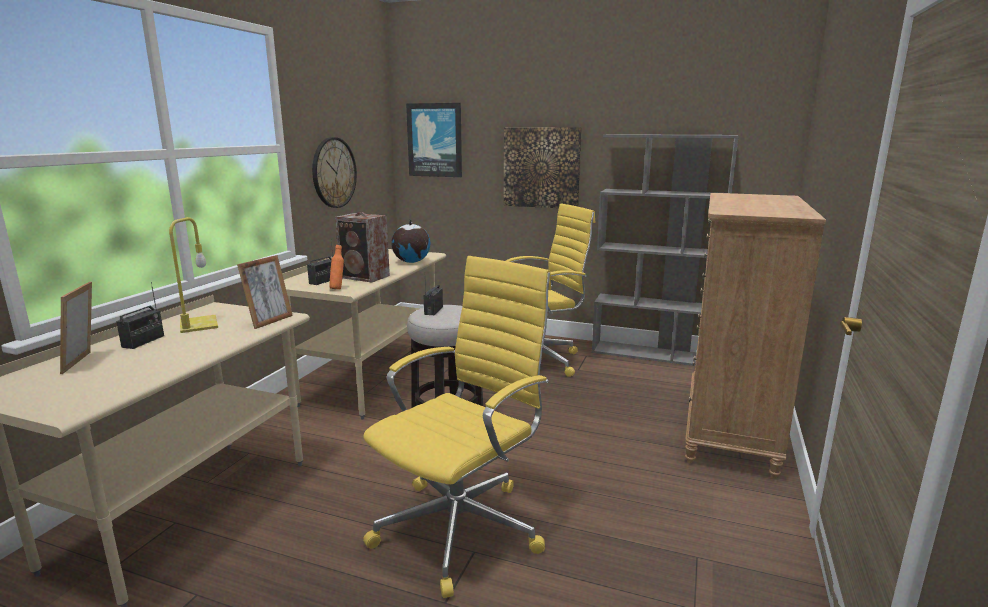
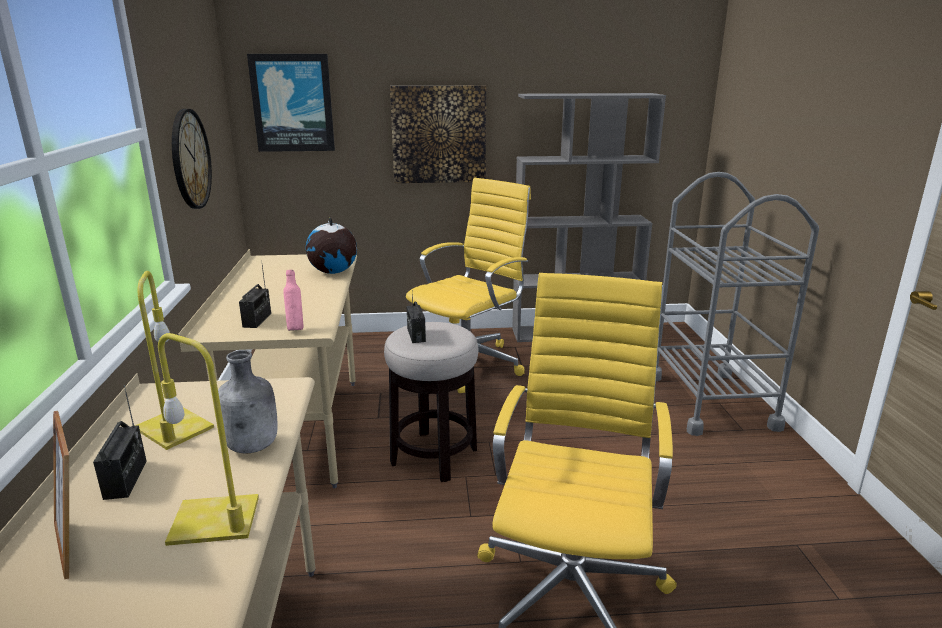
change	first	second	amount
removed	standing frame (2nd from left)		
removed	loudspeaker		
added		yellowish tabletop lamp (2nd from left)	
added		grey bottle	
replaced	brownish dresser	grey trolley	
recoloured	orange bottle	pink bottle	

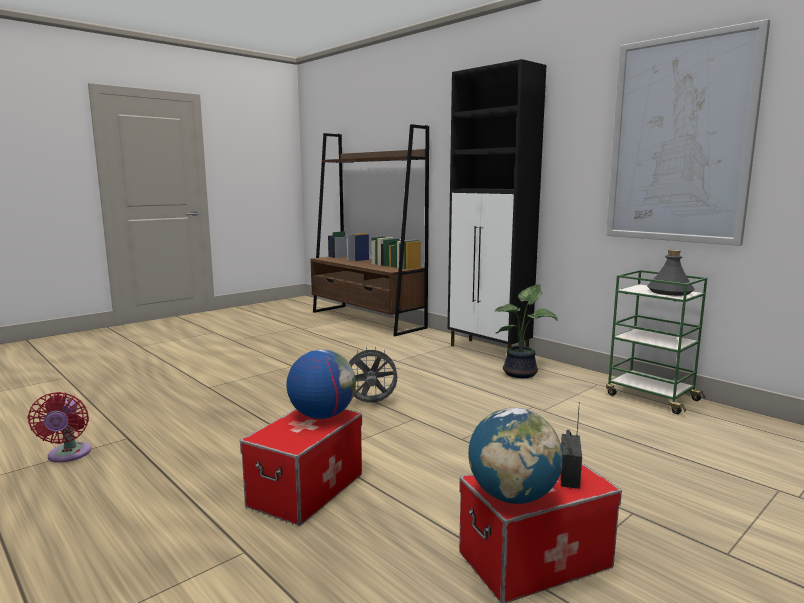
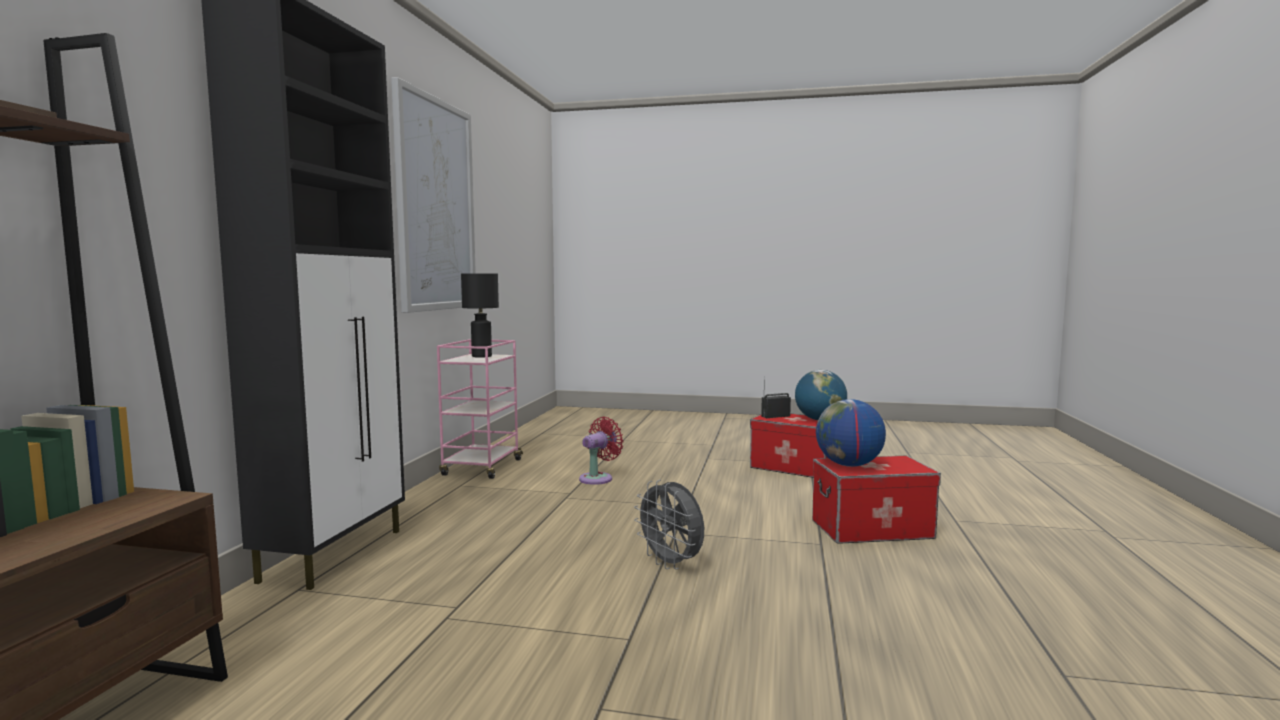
change	first	second	amount
removed	potted plant		
moved	red electric fan		
replaced	grey bottle	black-coloured tabletop lamp	
recoloured	green-coloured trolley	pink trolley	

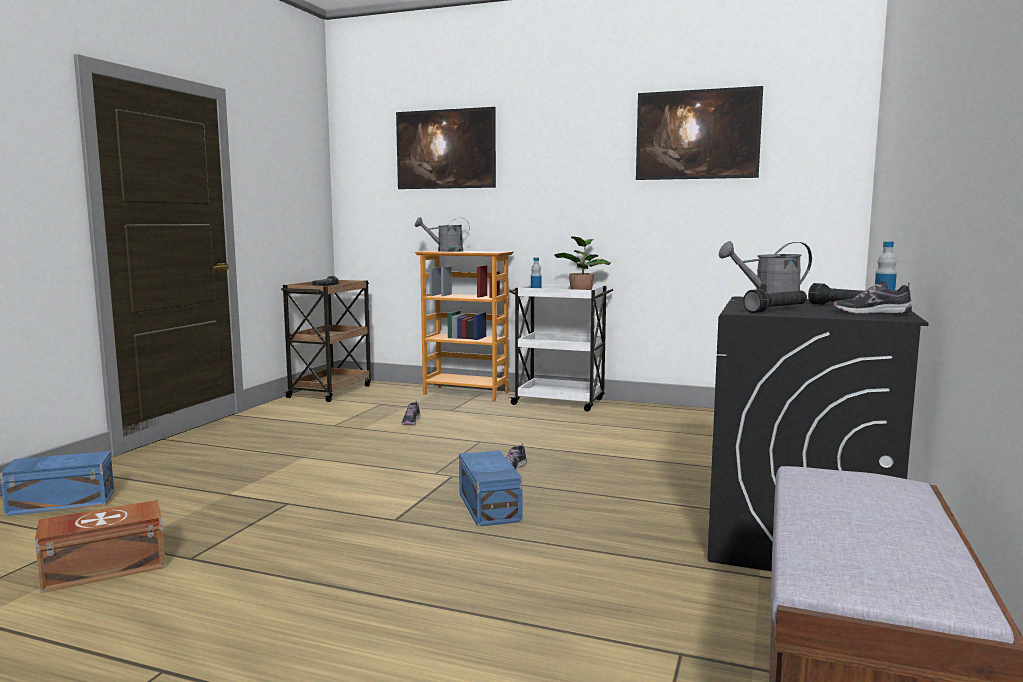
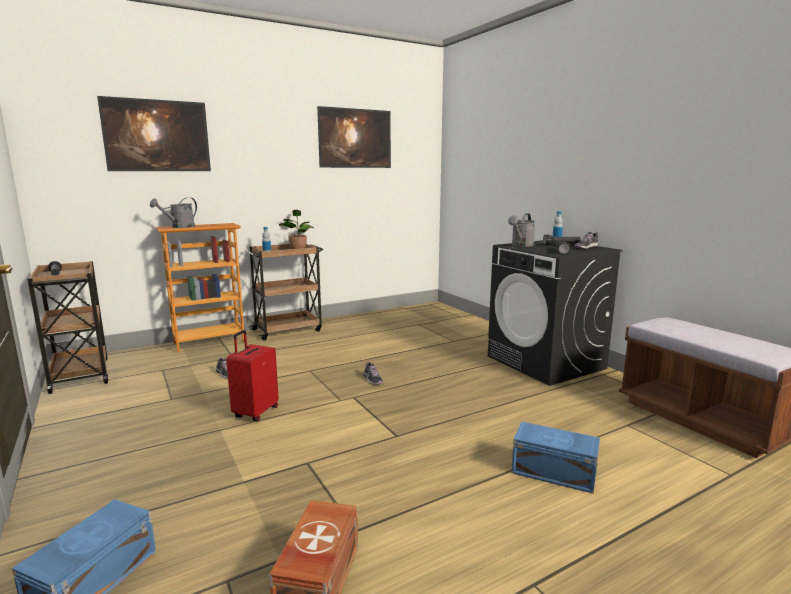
change	first	second	amount
added		red travel case	
moved	blue storage container (2nd from left)		
recoloured	white-coloured trolley	brownish trolley (2nd from left)	

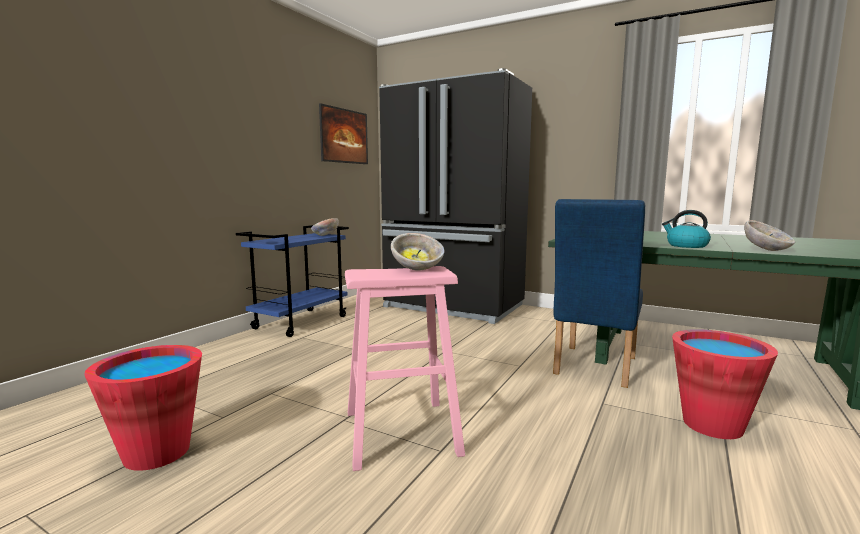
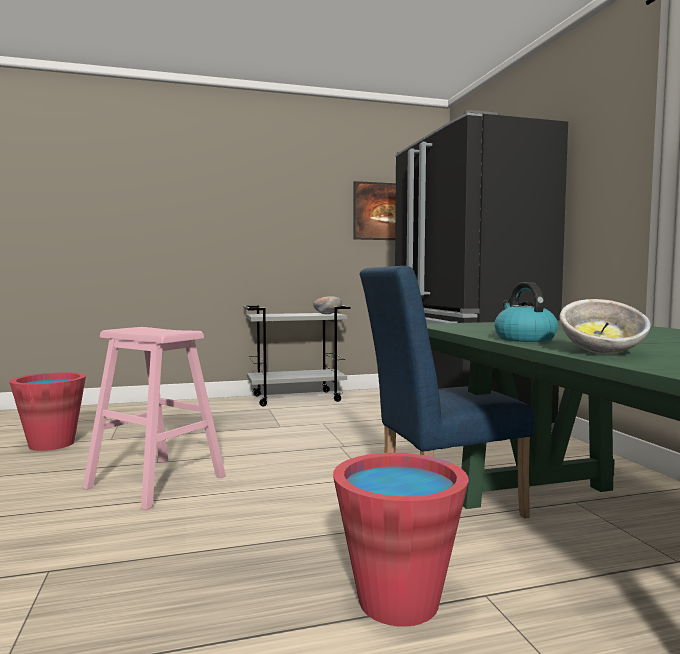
change	first	second	amount
removed	serving bowl (2nd from left)		
recoloured	blue trolley	grey trolley	

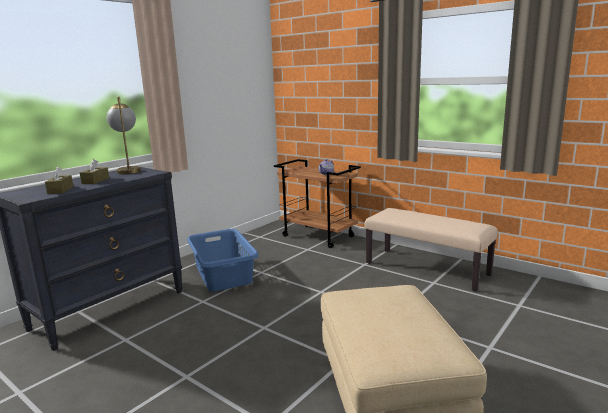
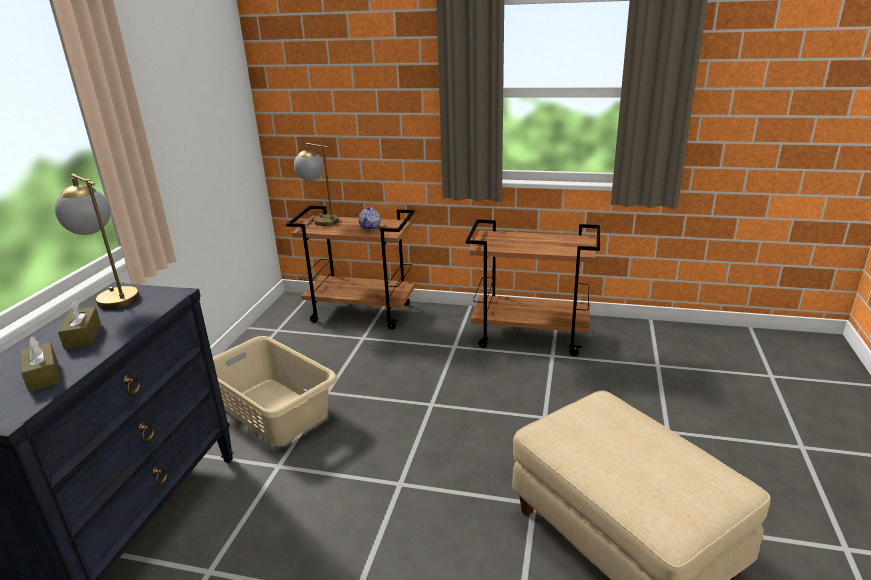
change	first	second	amount
added		tabletop lamp (2nd from left)	
replaced	sand-coloured bench	brownish trolley (2nd from left)	
recoloured	blue laundry basket	sand-coloured laundry basket	

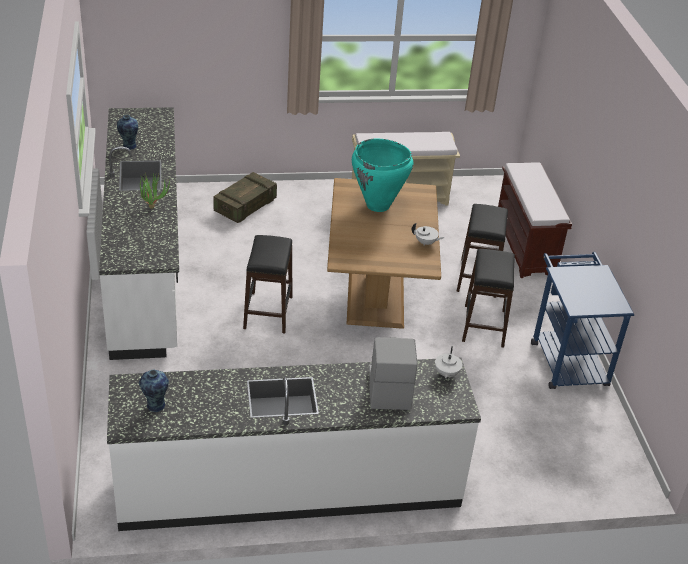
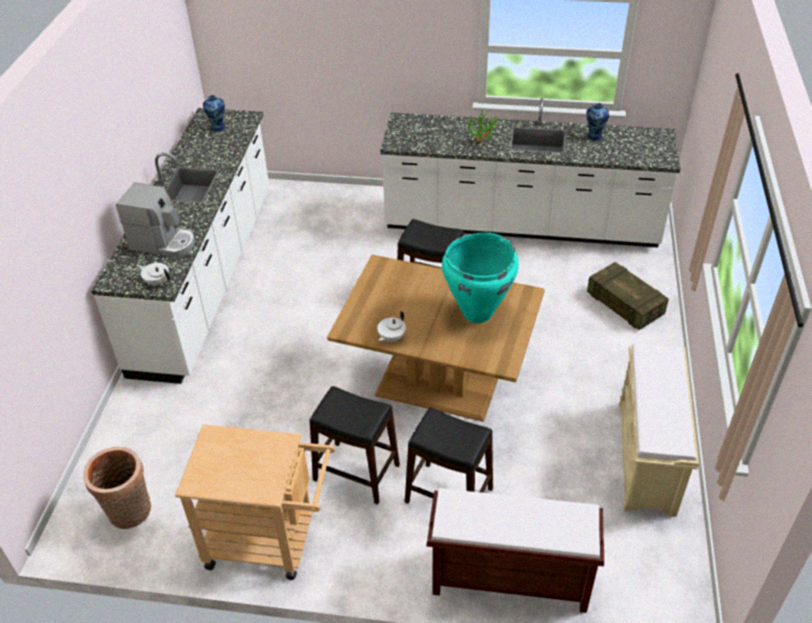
change	first	second	amount
added		storage basket	
recoloured	blue trolley	sand-coloured trolley	

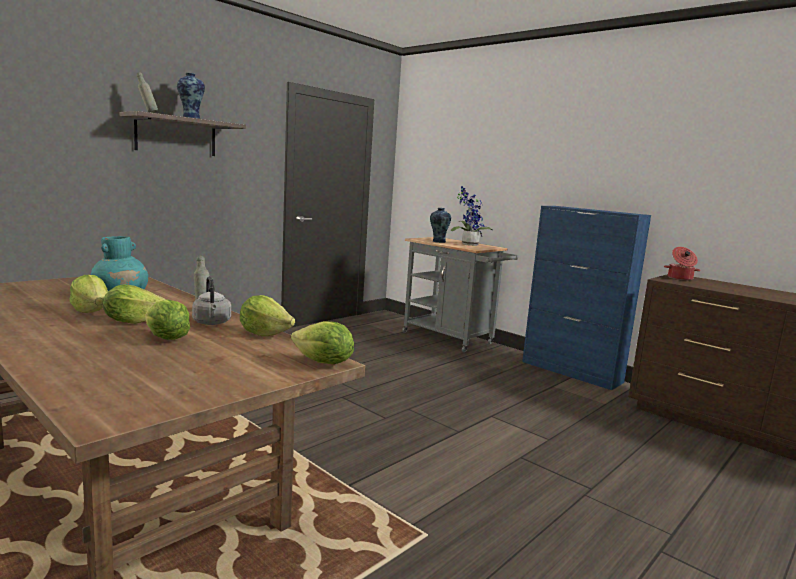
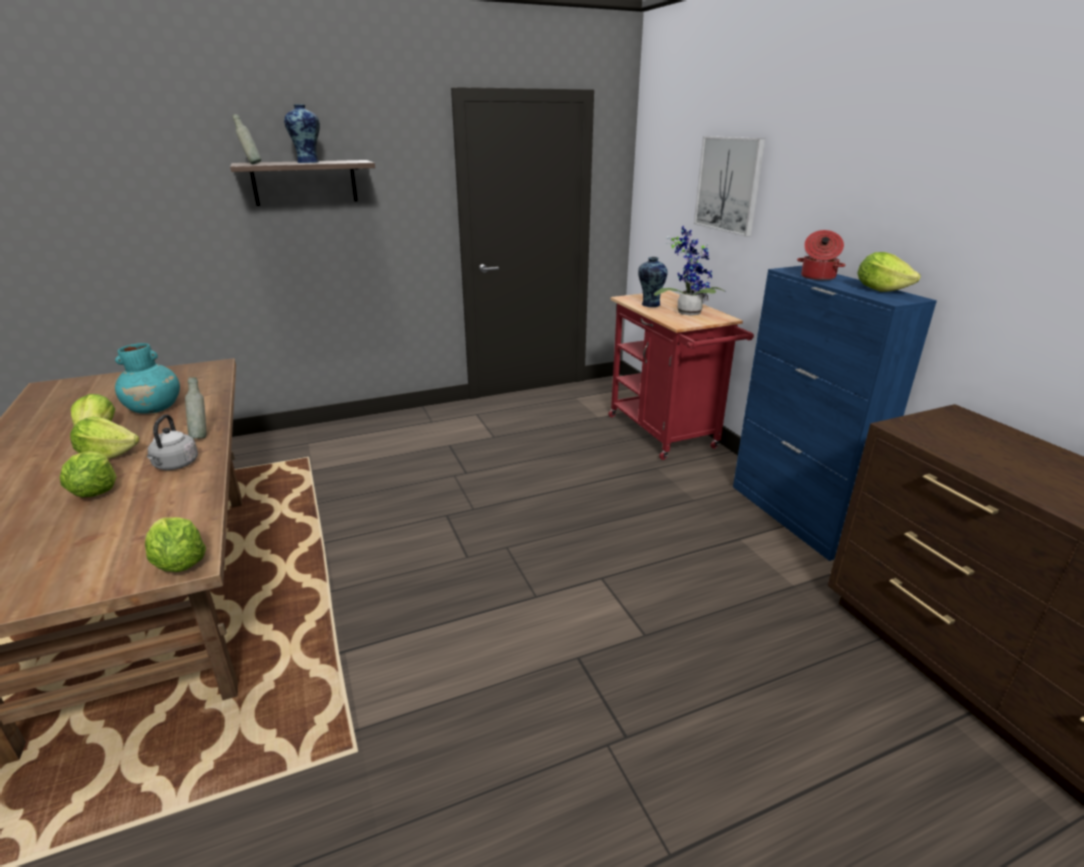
change	first	second	amount
added		wall art	
moved	lettuce head (4th from left in the first image)	lettuce head (5th from left)	
moved	saucepot		
recoloured	grey trolley	red trolley	

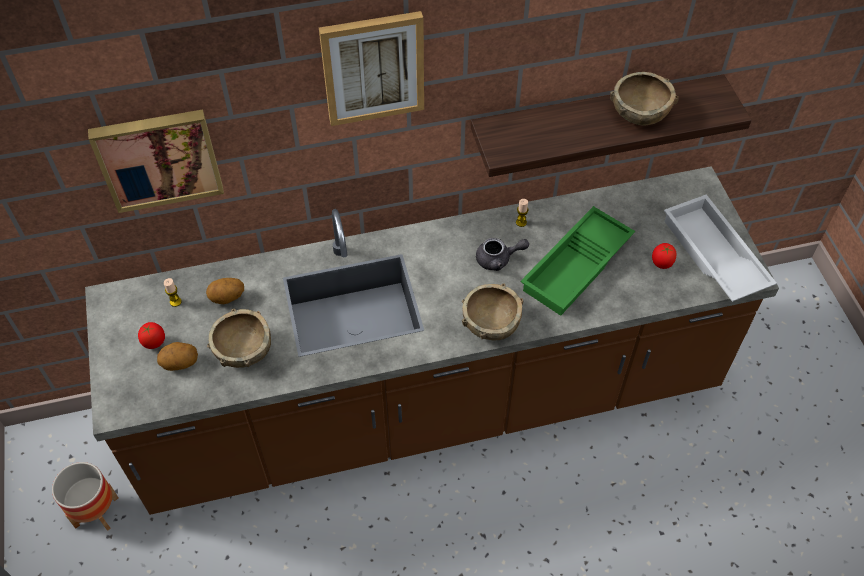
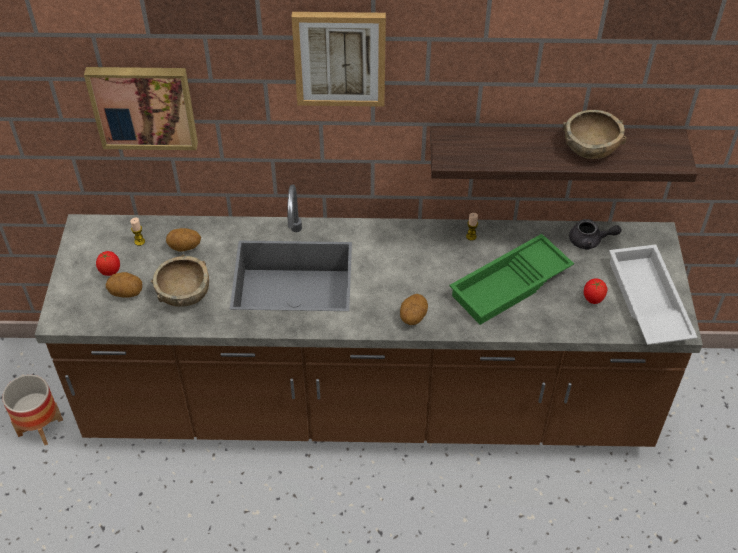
change	first	second	amount
moved	grey pot for tea		
replaced	brownish serving bowl (2nd from left)	spud (3rd from left)	

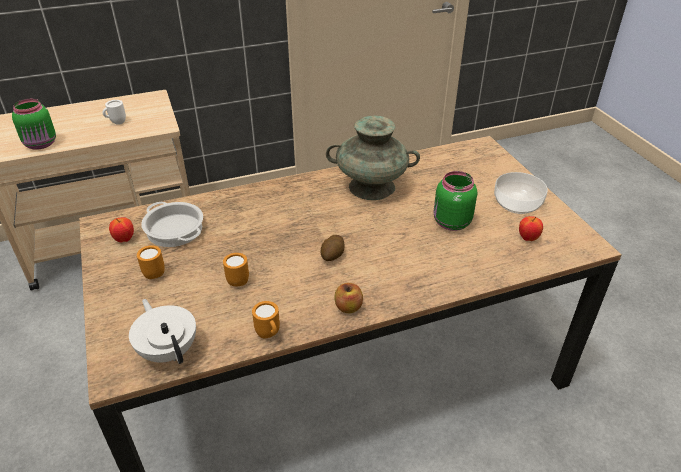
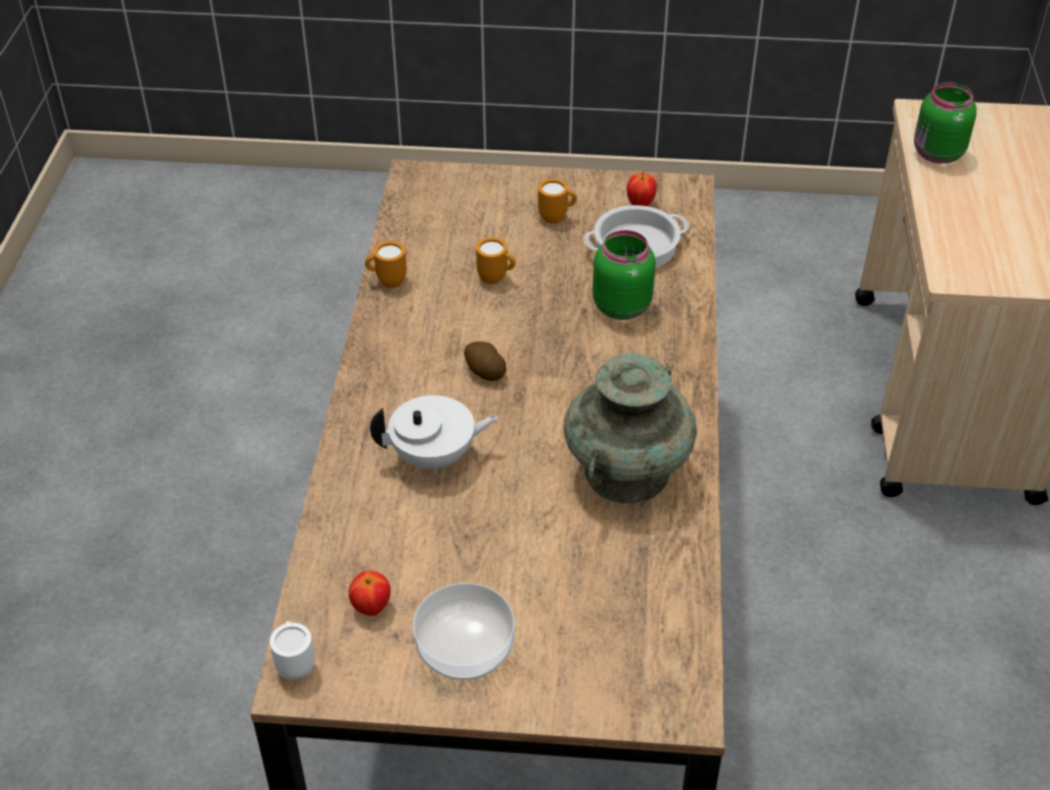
change	first	second	amount
removed	apple (2nd from left)		
moved	white-coloured coffee mug		
moved	white-coloured pot for tea		
moved	green-coloured preserve jar (2nd from left in the first image)	green-coloured preserve jar (1st from left)	

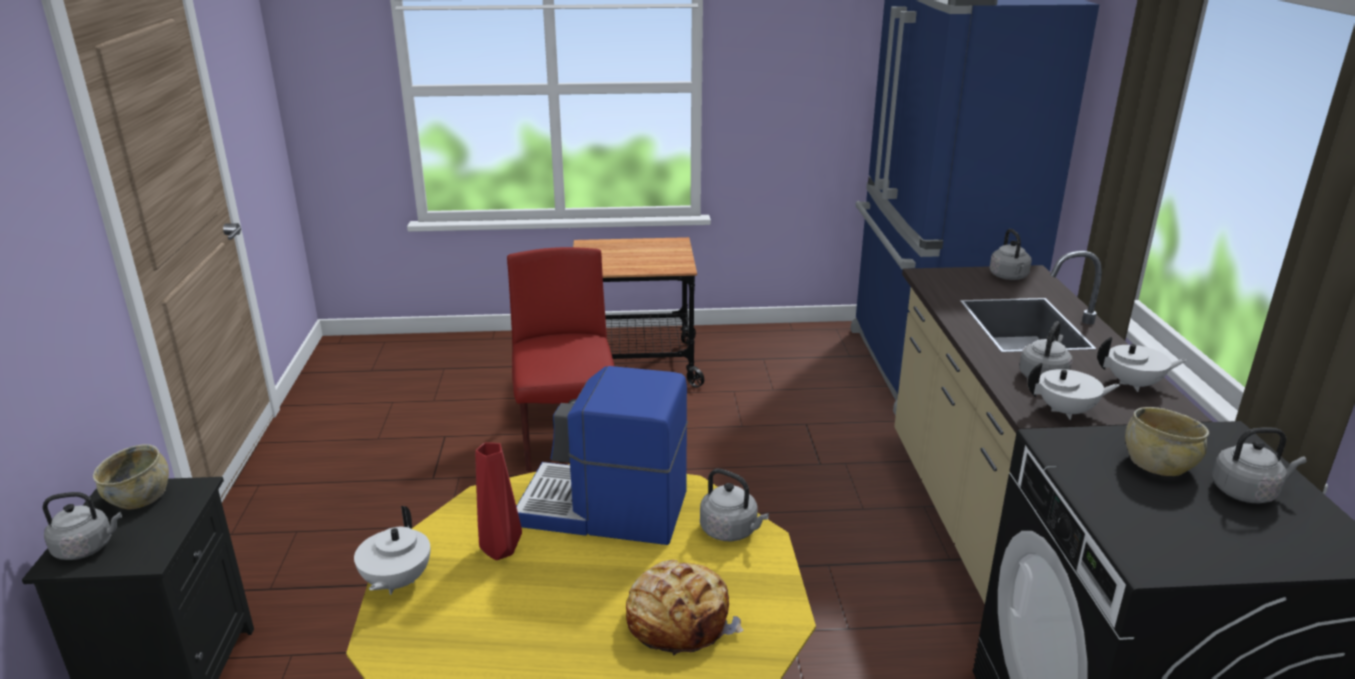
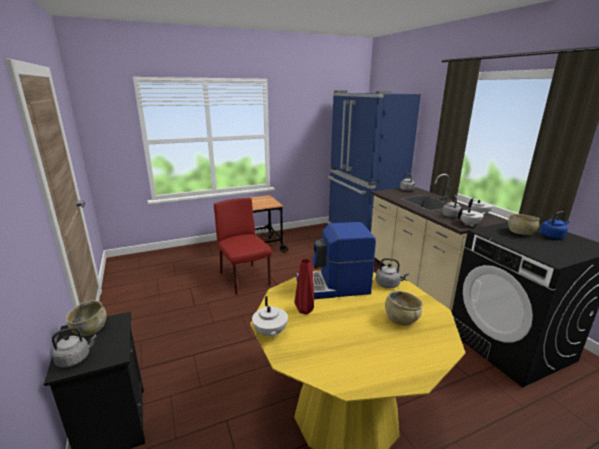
change	first	second	amount
replaced	bakery bread	sand-coloured serving bowl (2nd from left)	
recoloured	grey kettle (5th from left)	blue kettle	

